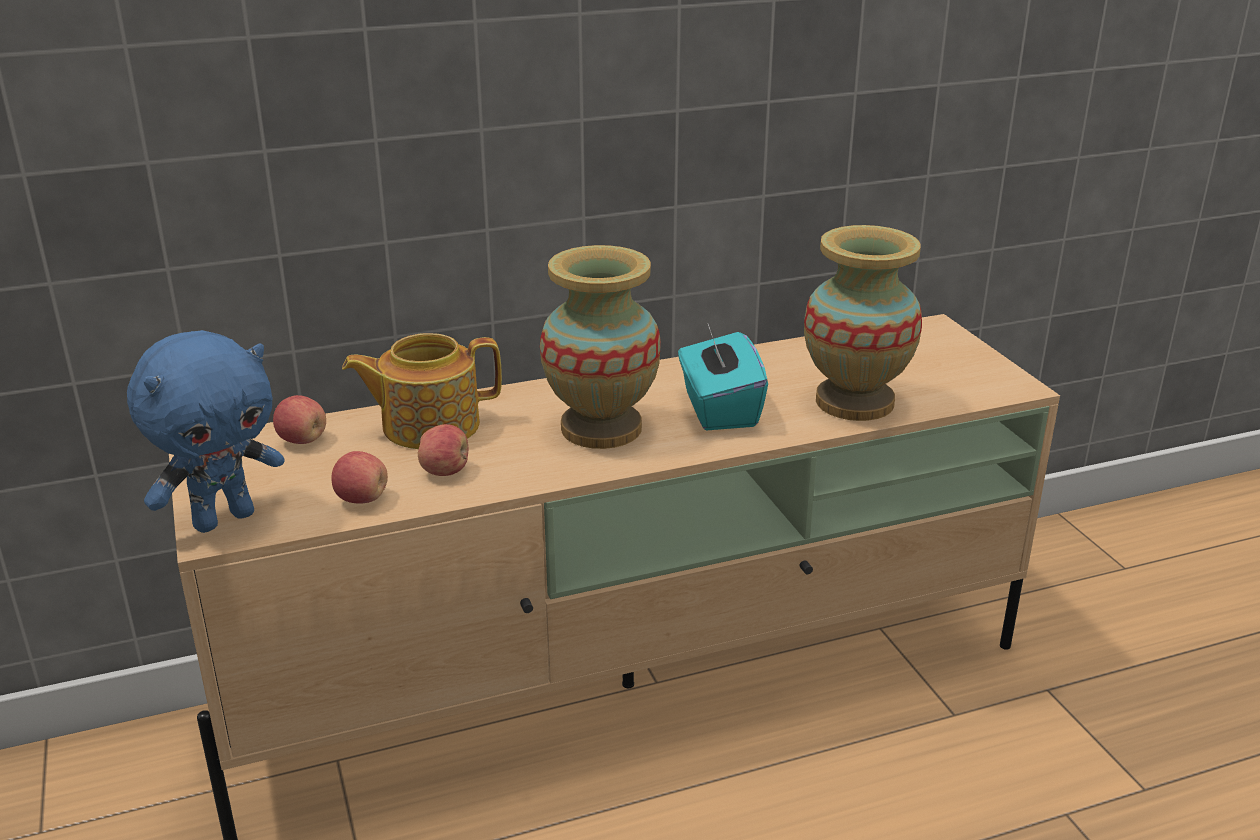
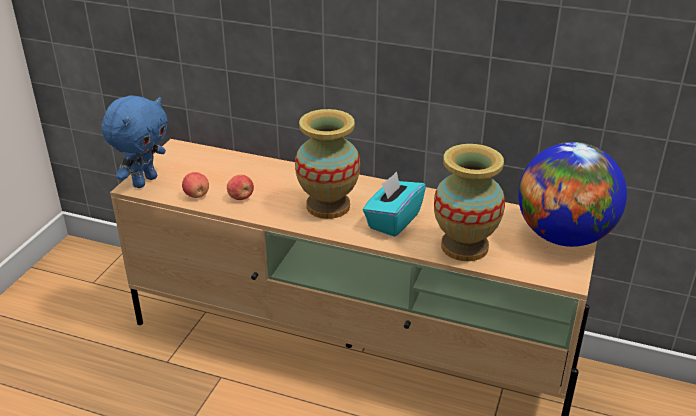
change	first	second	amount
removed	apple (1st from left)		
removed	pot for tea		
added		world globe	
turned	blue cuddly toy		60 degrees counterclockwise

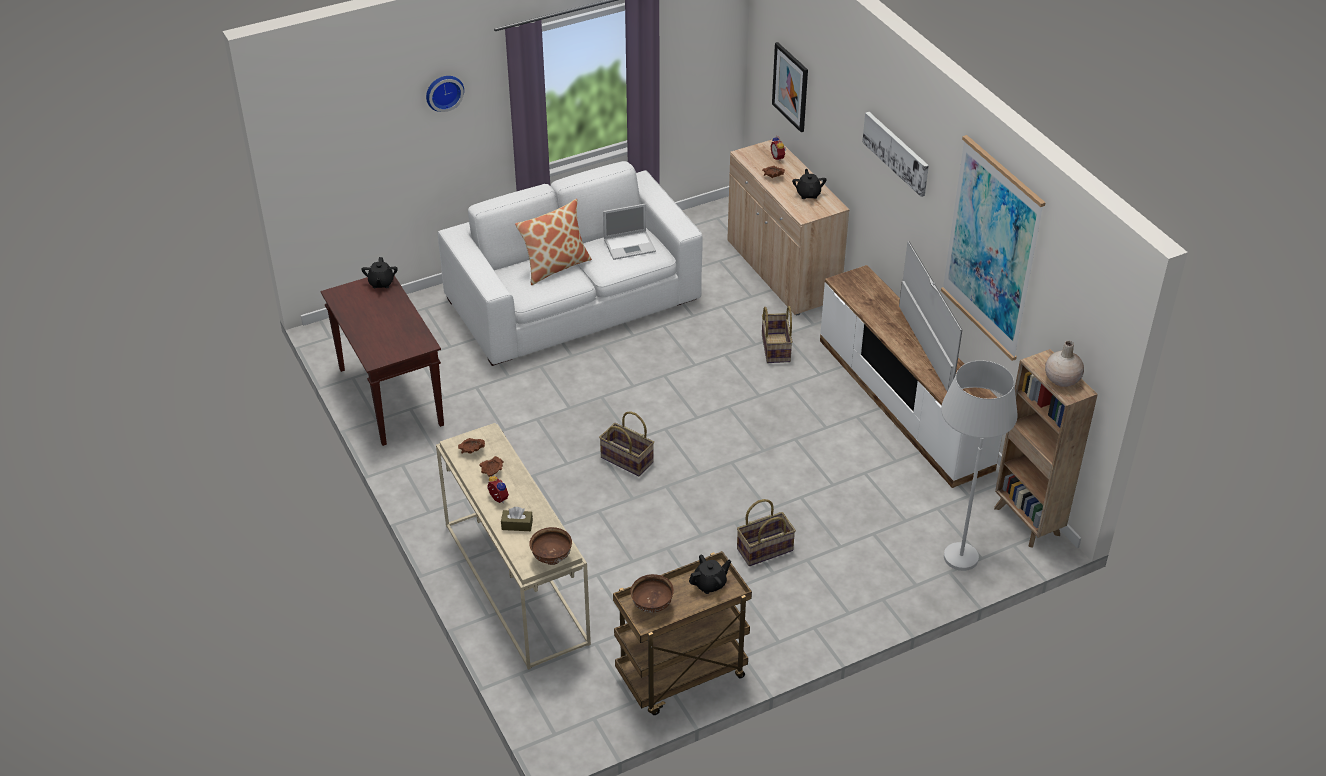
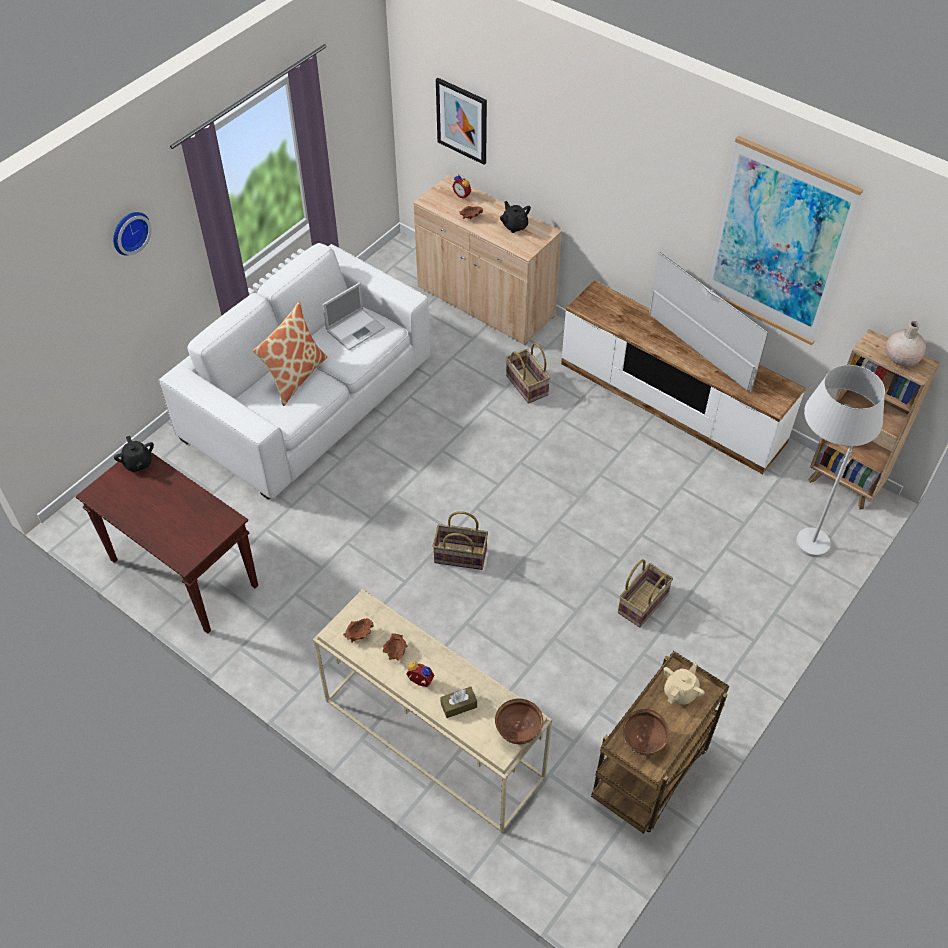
change	first	second	amount
removed	wall art (2nd from left)		
recoloured	black-coloured pot for tea (2nd from left)	sand-coloured pot for tea	

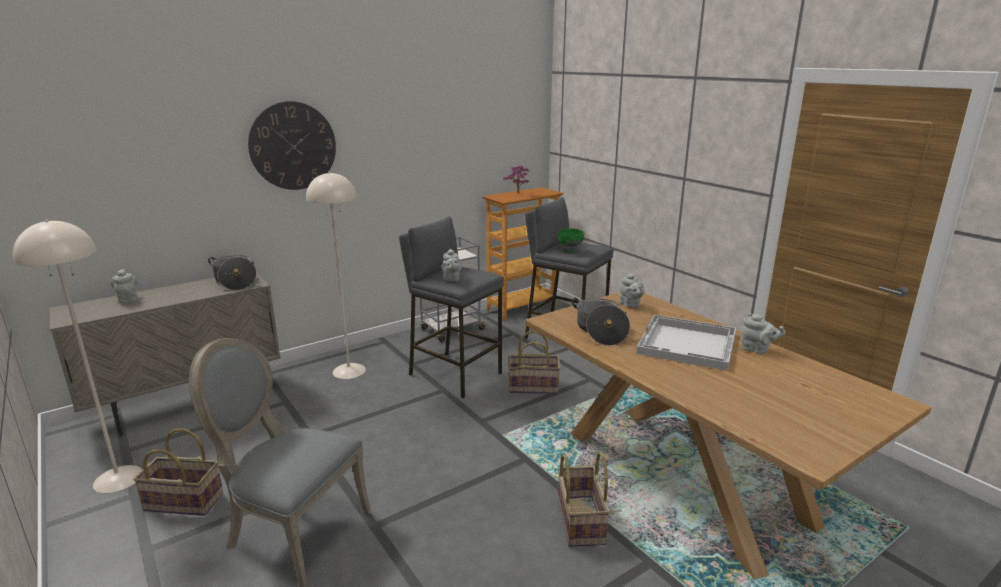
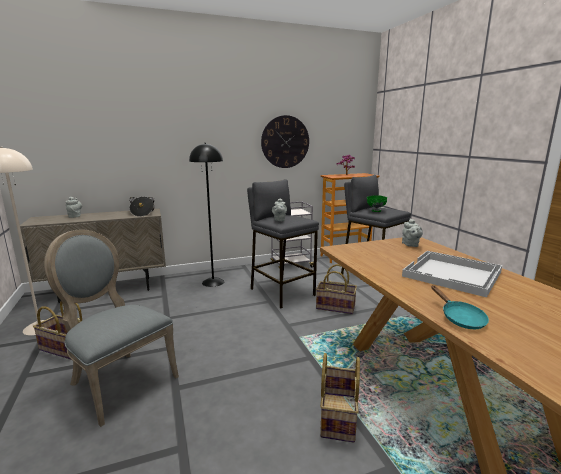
change	first	second	amount
removed	saucepot (2nd from left)		
removed	grey pot for tea (4th from left)		
added		turquoise-coloured frying pan	
moved	wall clock		
recoloured	sand-coloured standing lamp (2nd from left)	black-coloured standing lamp	

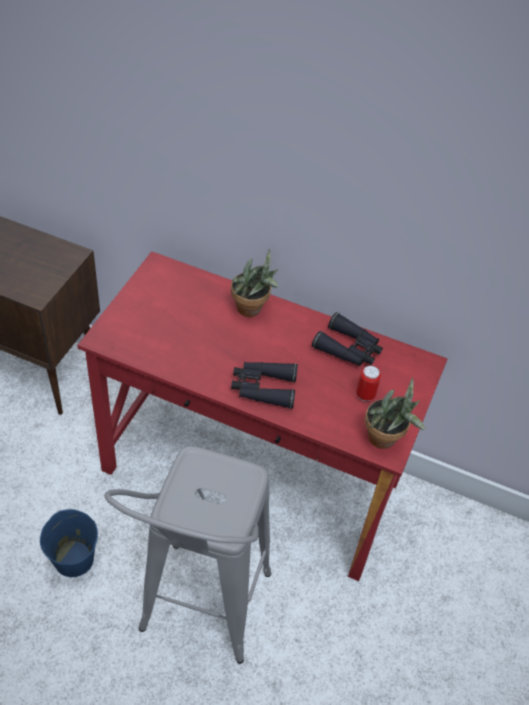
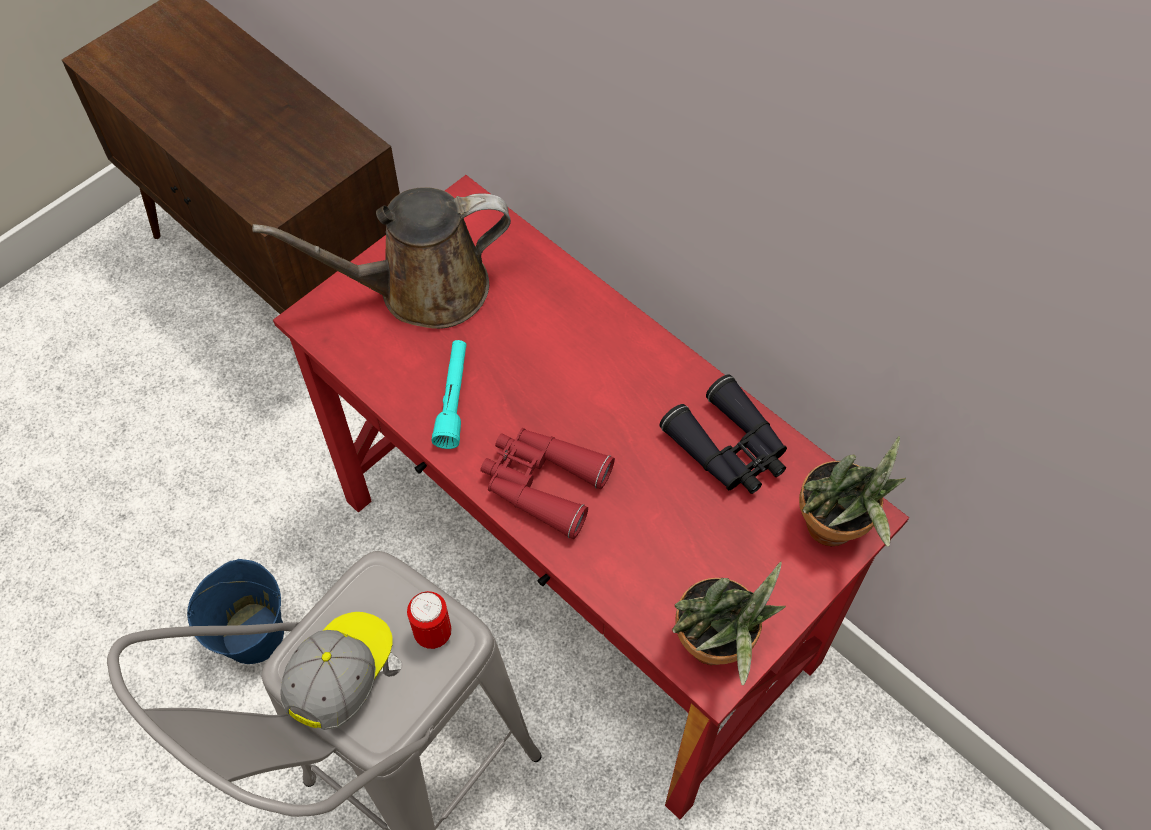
change	first	second	amount
added		brownish watering can	
added		cap	
added		turquoise-coloured torch	
moved	potted plant (1st from left in the first image)	potted plant (2nd from left)	
moved	metal can		
recoloured	black-coloured field glasses (1st from left)	red field glasses	

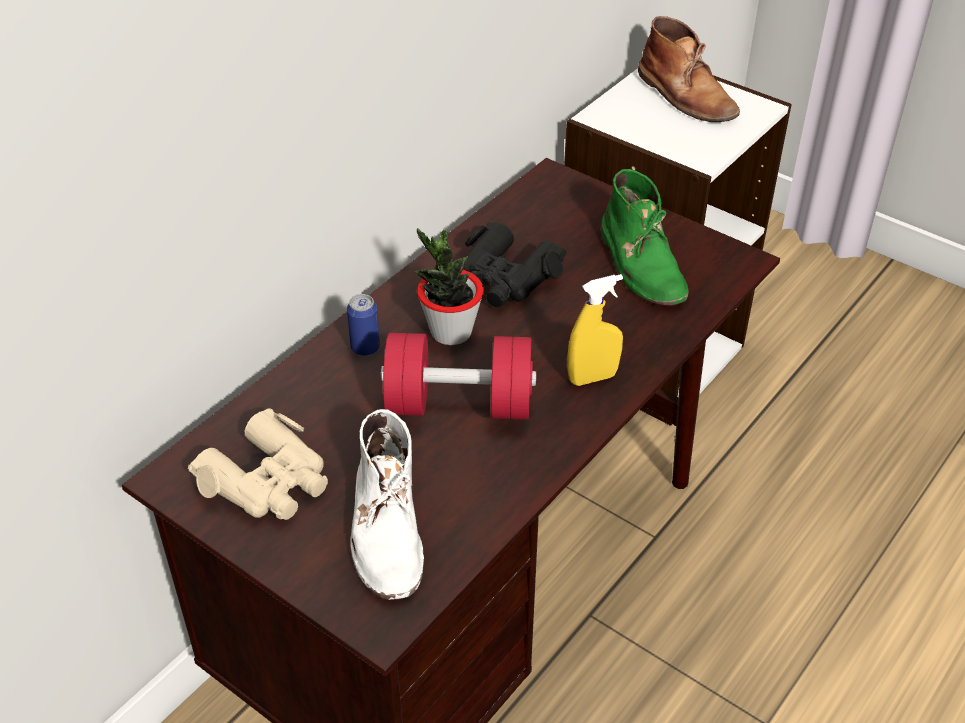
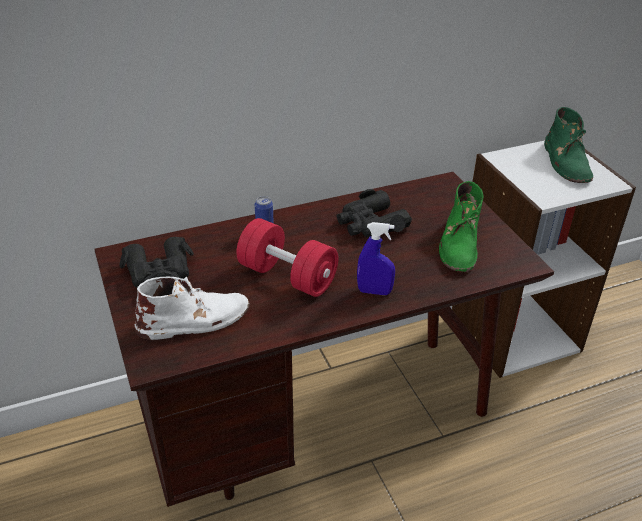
change	first	second	amount
removed	potted plant		
recoloured	sand-coloured field glasses	black-coloured field glasses (1st from left)	
recoloured	yellowish sprayer	blue sprayer	
recoloured	brownish high-top boot	green-coloured high-top boot (2nd from left)	
turned	white-coloured high-top boot		135 degrees counterclockwise

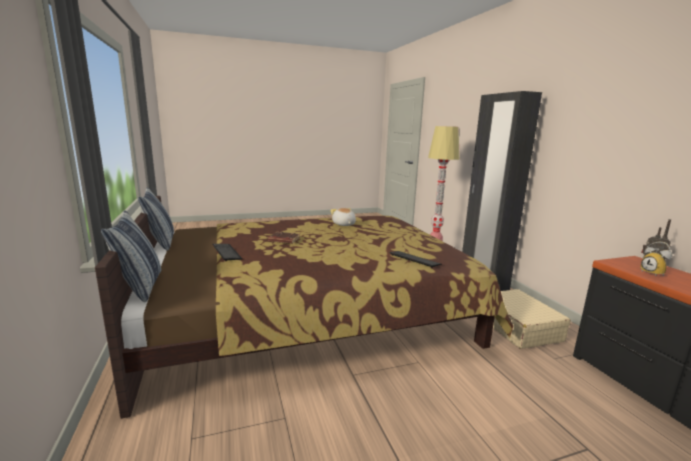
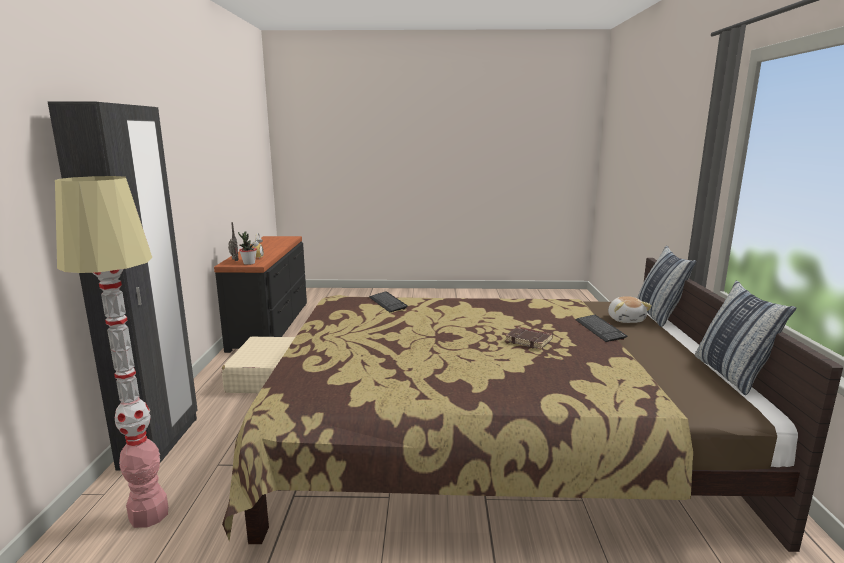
change	first	second	amount
added		potted plant	
moved	cuddly toy		

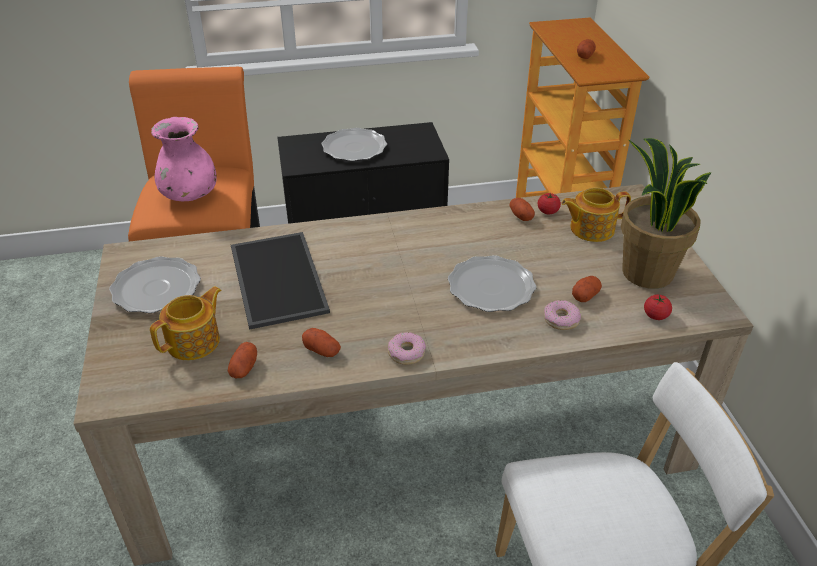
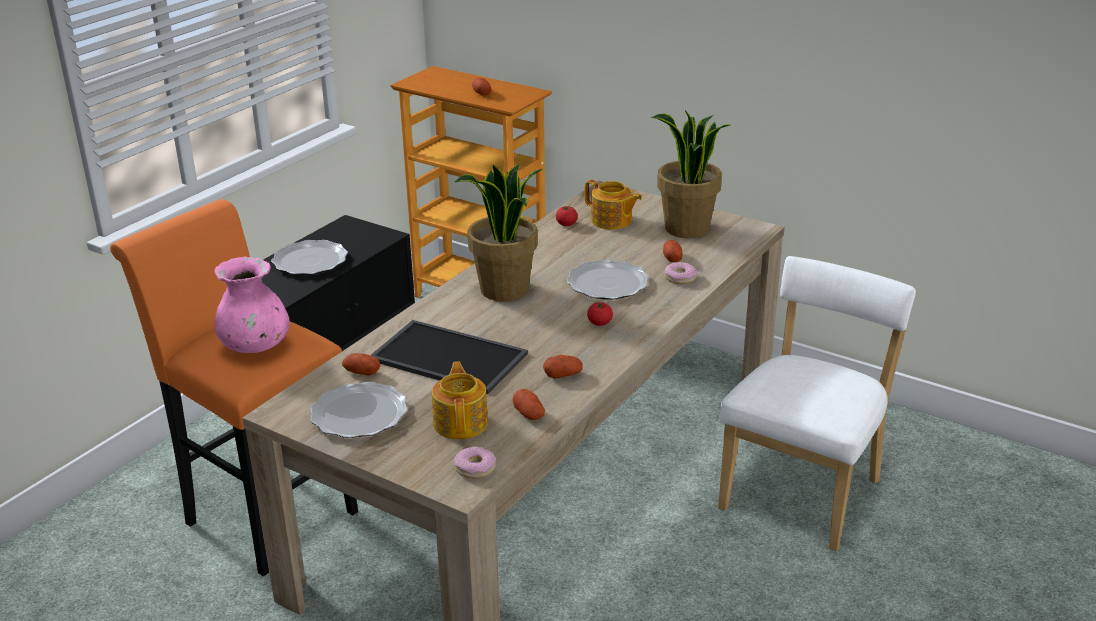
change	first	second	amount
added		potted plant (1st from left)	
moved	ring doughnut (1st from left)		
moved	spud (3rd from left in the first image)	spud (1st from left)	
moved	whole tomato (2nd from left)		
turned	pot for tea (2nd from left)		90 degrees counterclockwise

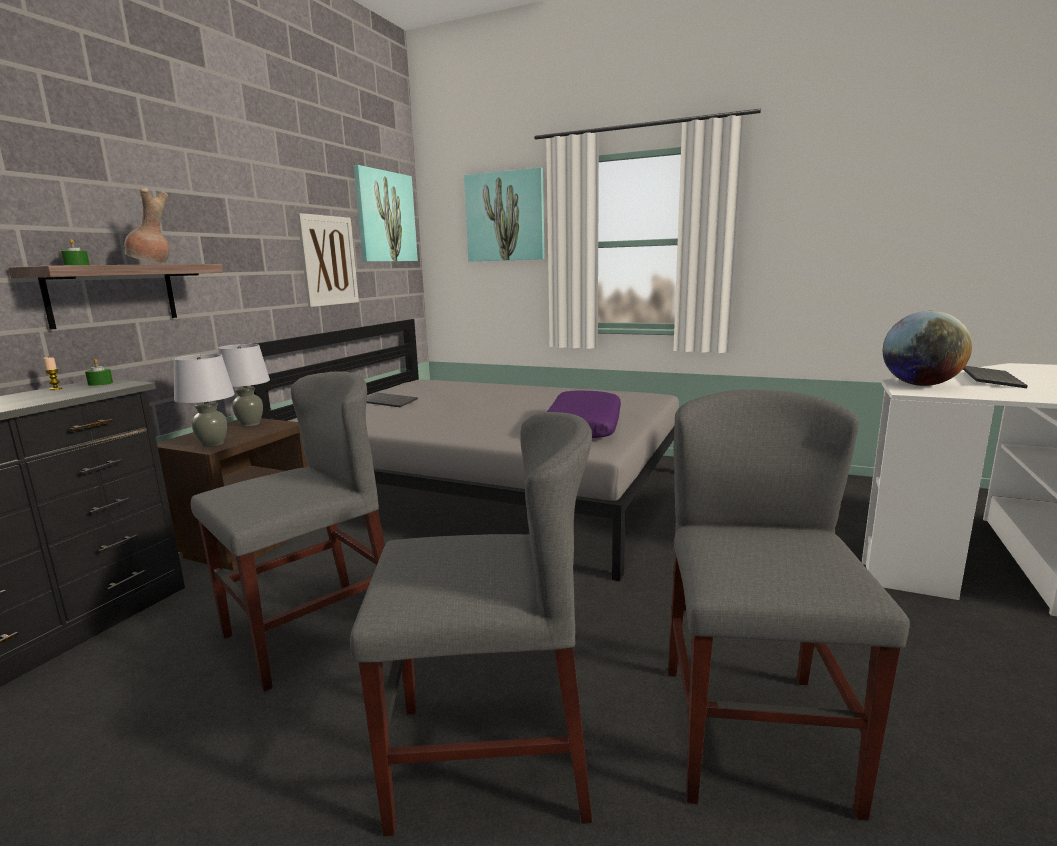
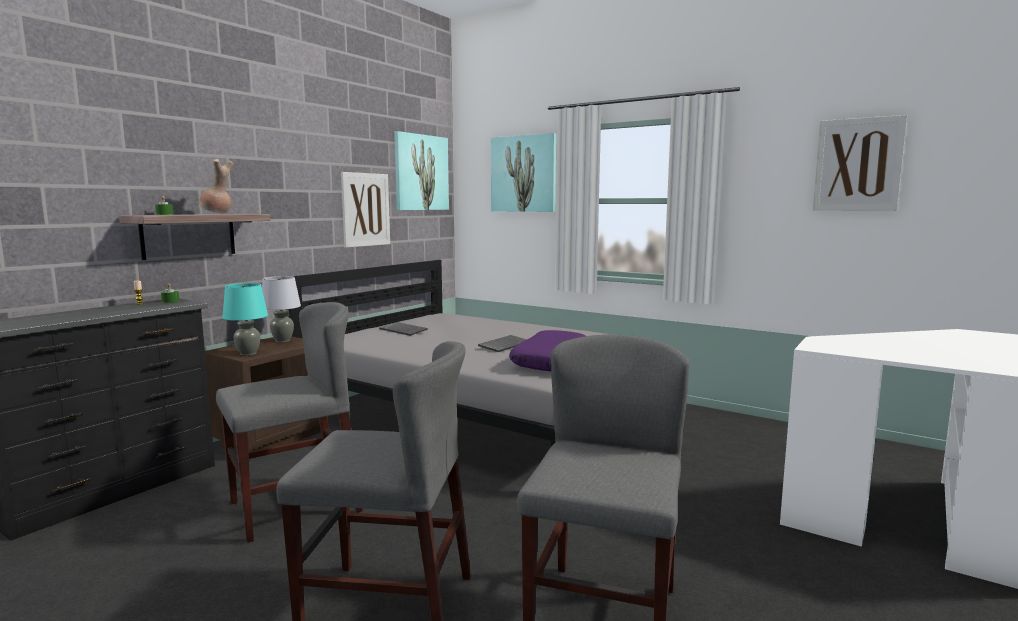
change	first	second	amount
removed	world globe		
added		wall art (4th from left)	
moved	PC keyboard (2nd from left)		
recoloured	grey tabletop lamp (1st from left)	turquoise-coloured tabletop lamp	

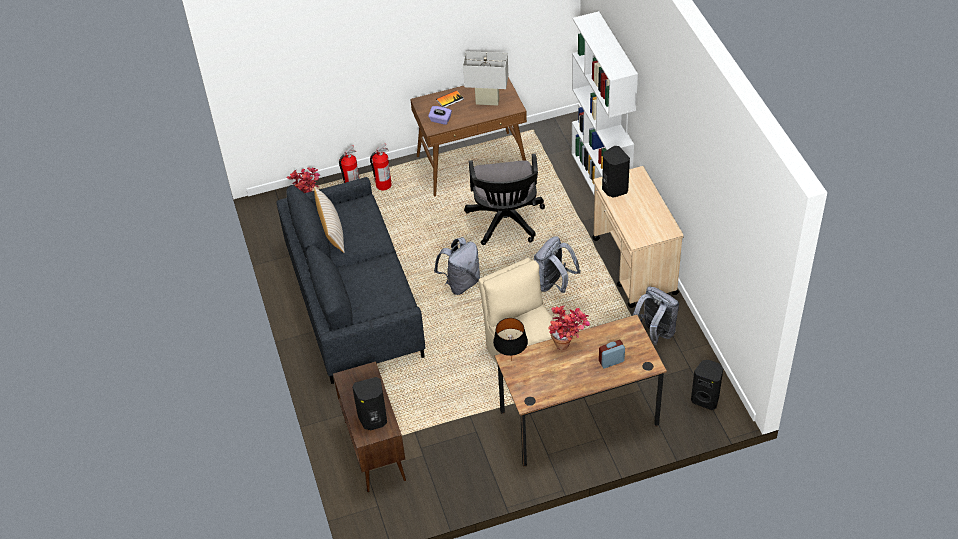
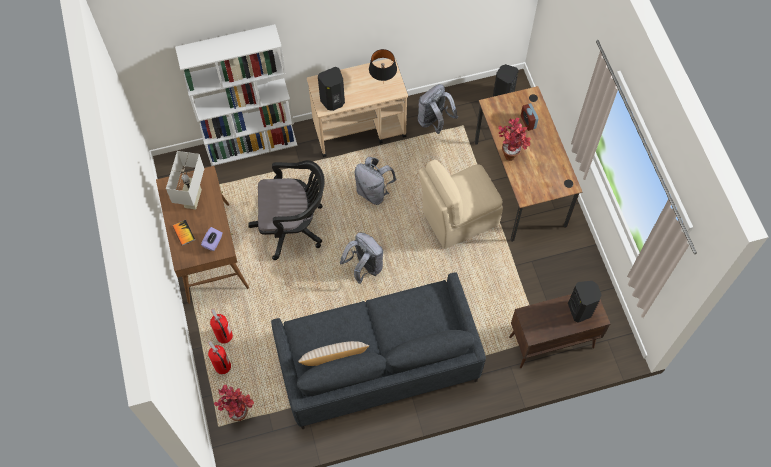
change	first	second	amount
moved	black-coloured tabletop lamp		

